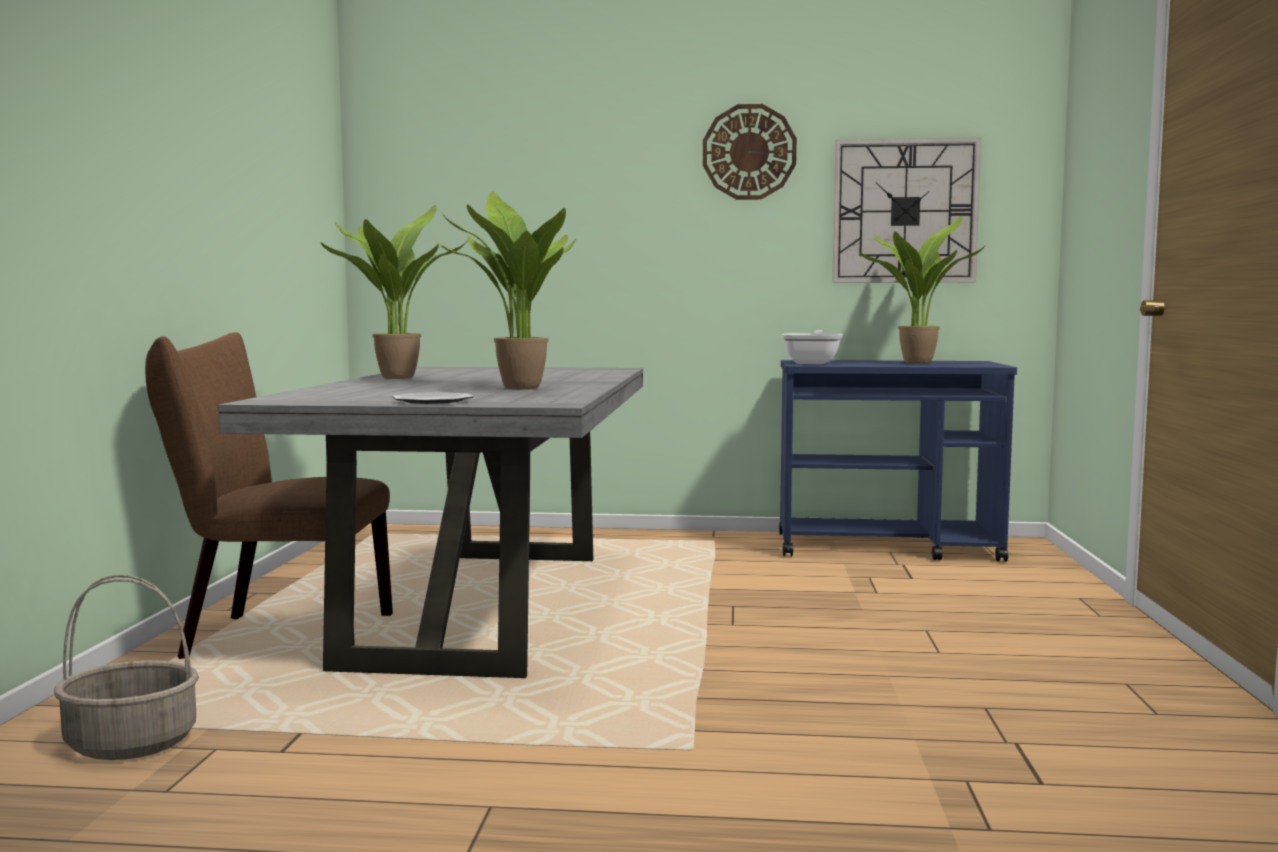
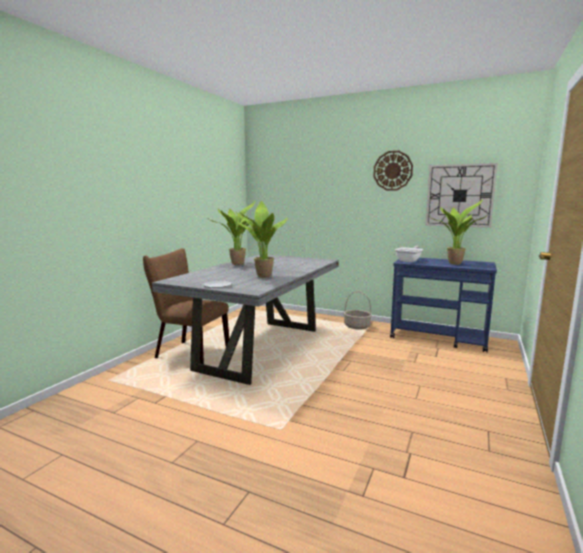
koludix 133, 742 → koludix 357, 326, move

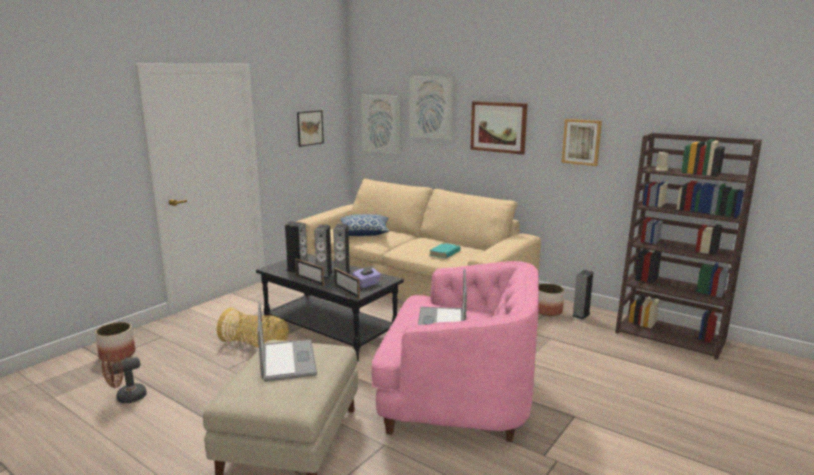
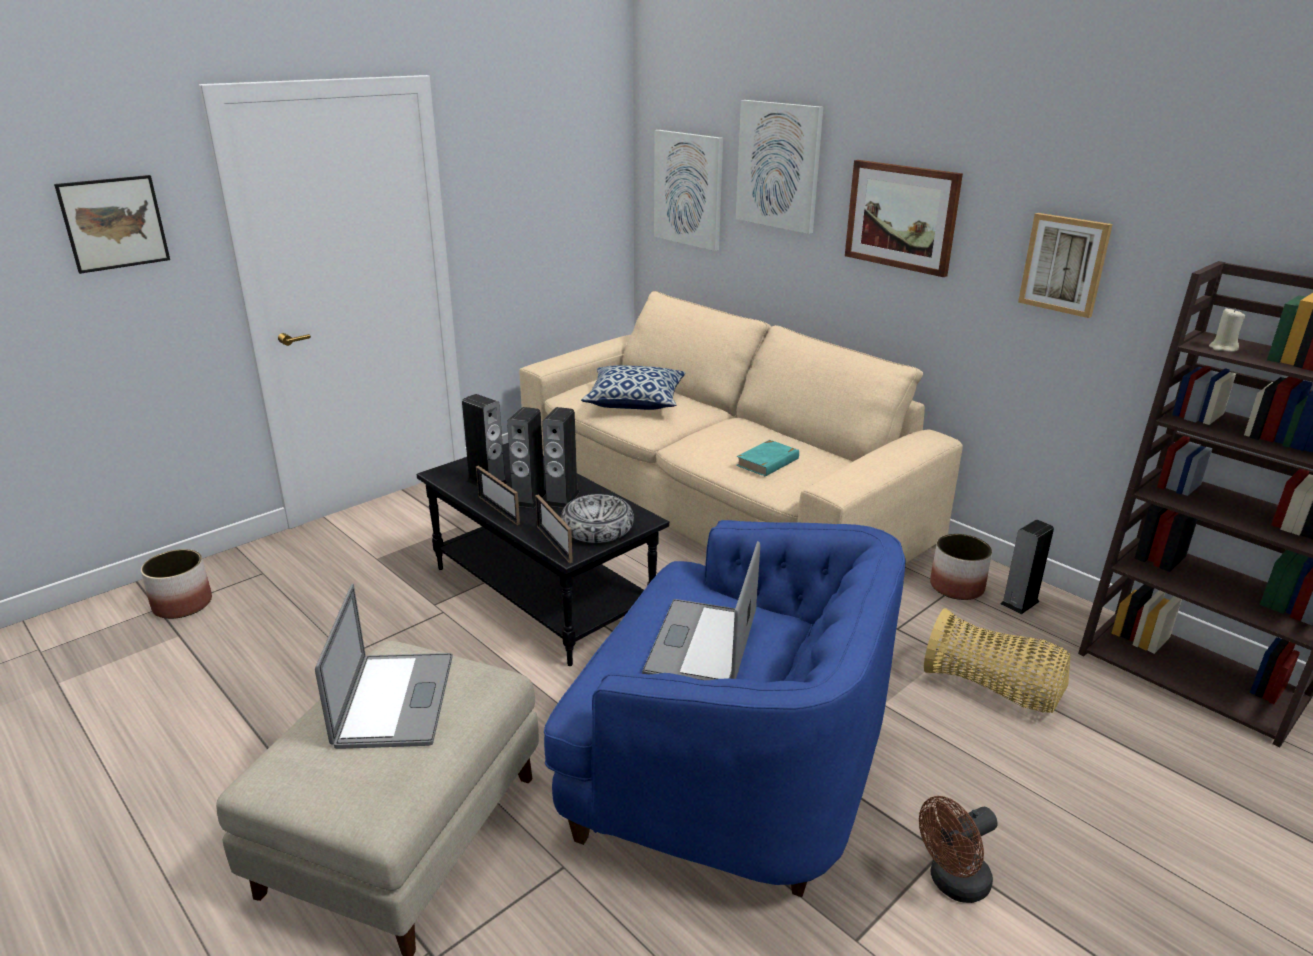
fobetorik 310, 128 → fobetorik 114, 223, move
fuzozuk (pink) 457, 396 → fuzozuk (blue) 729, 771
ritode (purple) 367, 284 → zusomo 597, 528
koludix 255, 345 → koludix 992, 689, move
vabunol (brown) 126, 398 → vabunol (brown) 952, 883, move

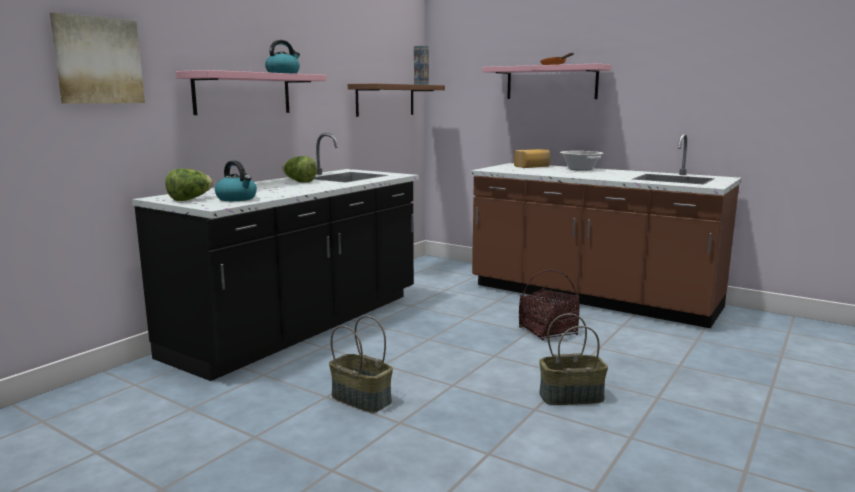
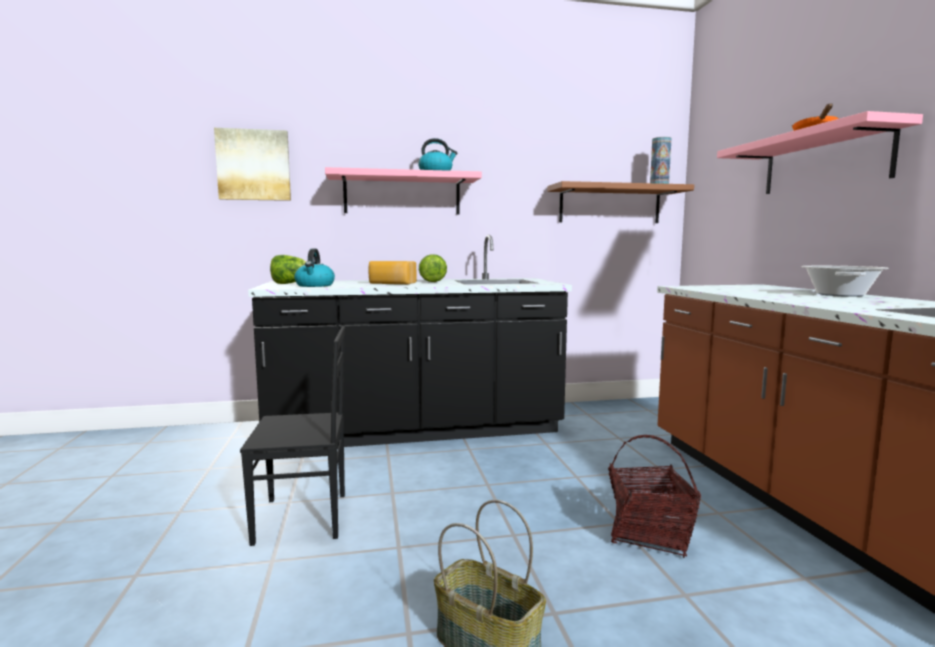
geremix 532, 167 → geremix 392, 283, move
koludix 362, 399 → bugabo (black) 303, 519

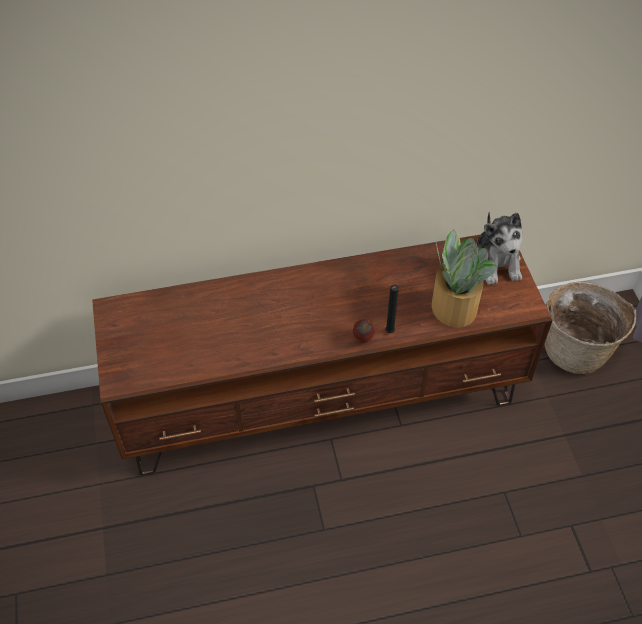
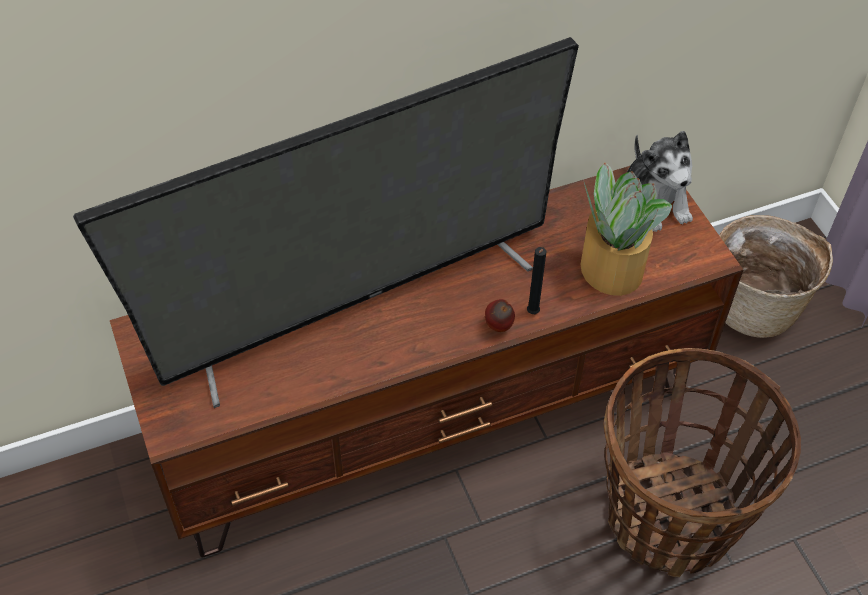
- → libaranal 359, 306
- → koludix 671, 516

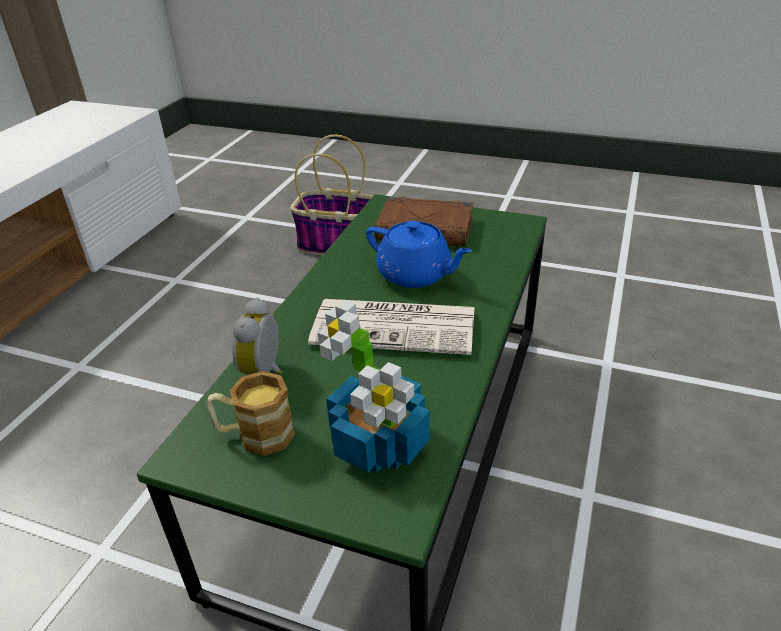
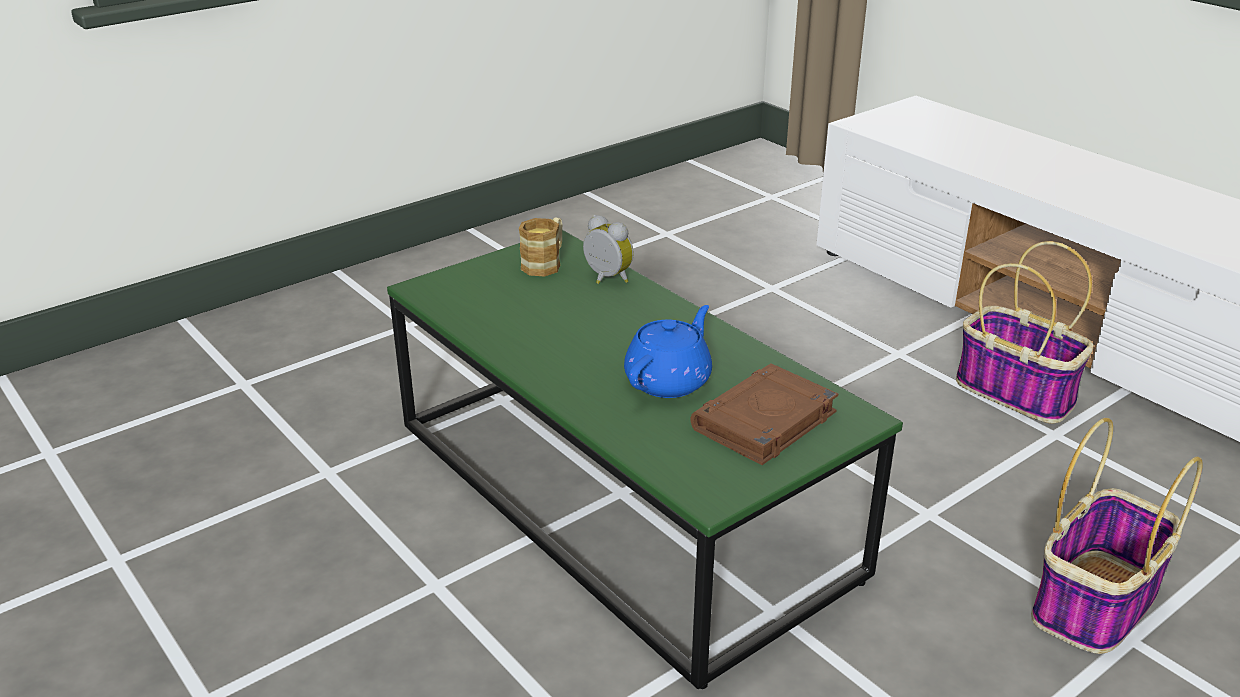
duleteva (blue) 416, 275 → duleteva (blue) 669, 380, 150 degrees clockwise
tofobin 397, 326 → -
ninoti 379, 444 → -
- → koludix 1017, 393

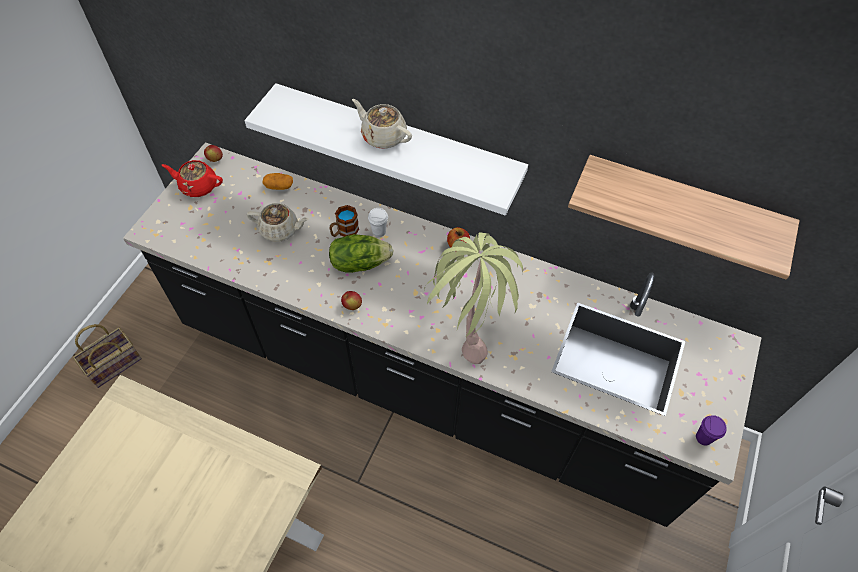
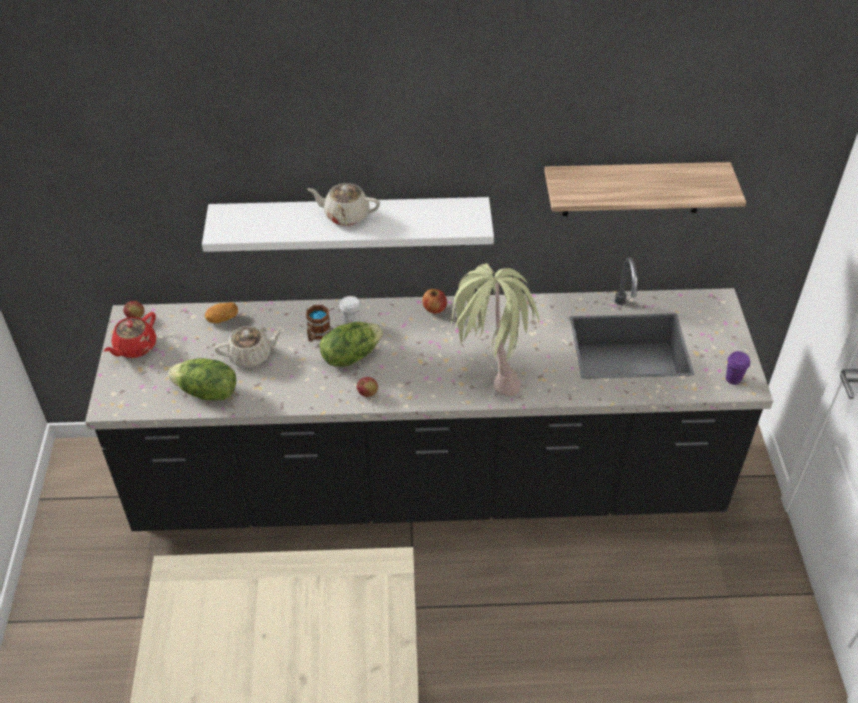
duleteva (red) 198, 186 → duleteva (red) 135, 347, 45 degrees counterclockwise
koludix 114, 363 → -
- → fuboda 207, 392

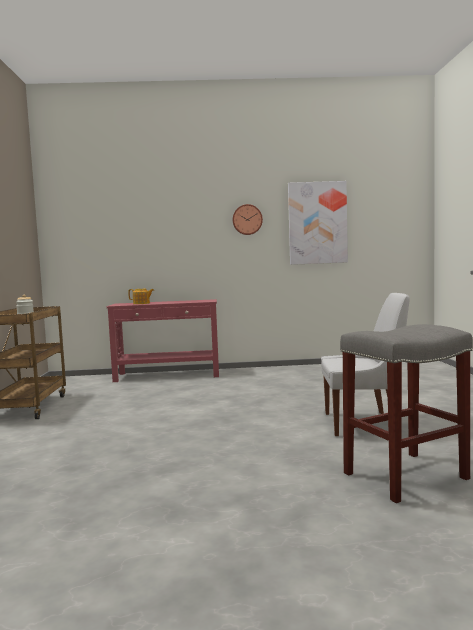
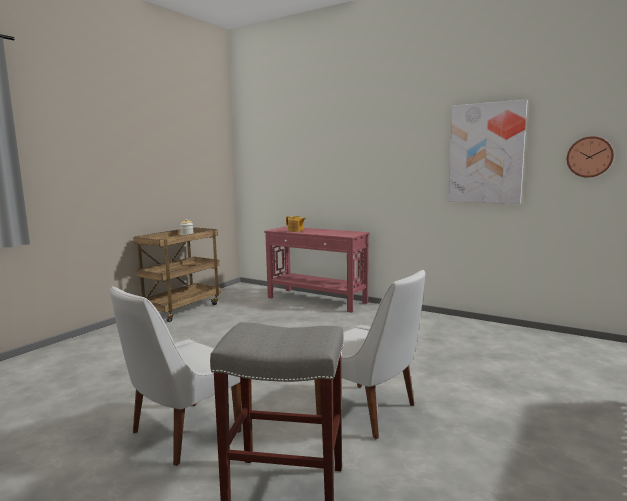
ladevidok 247, 219 → ladevidok 589, 157, move
- → bugabo (white) 182, 433

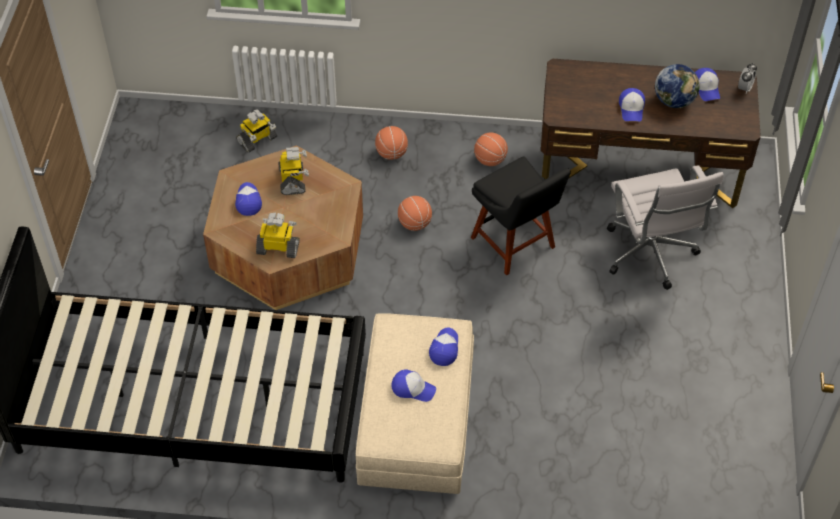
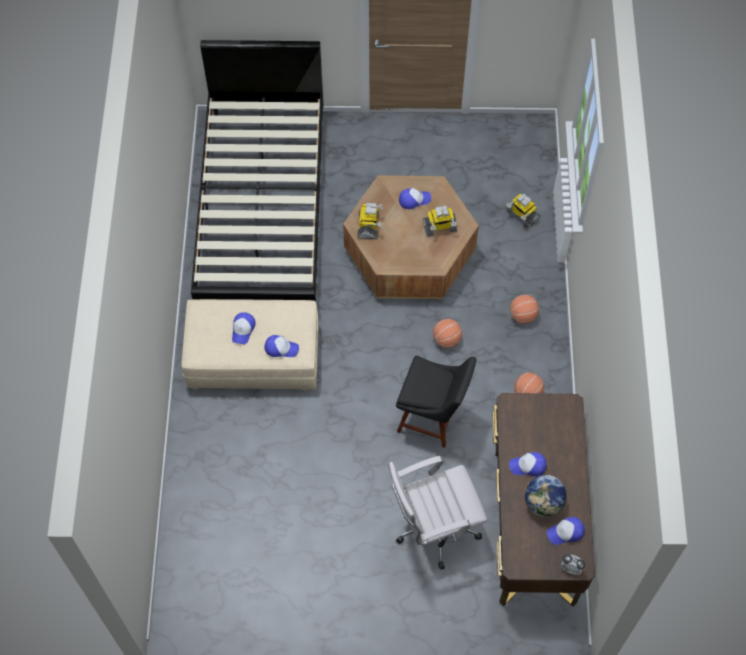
bugabo (black) 515, 245 → bugabo (black) 433, 418, 120 degrees counterclockwise

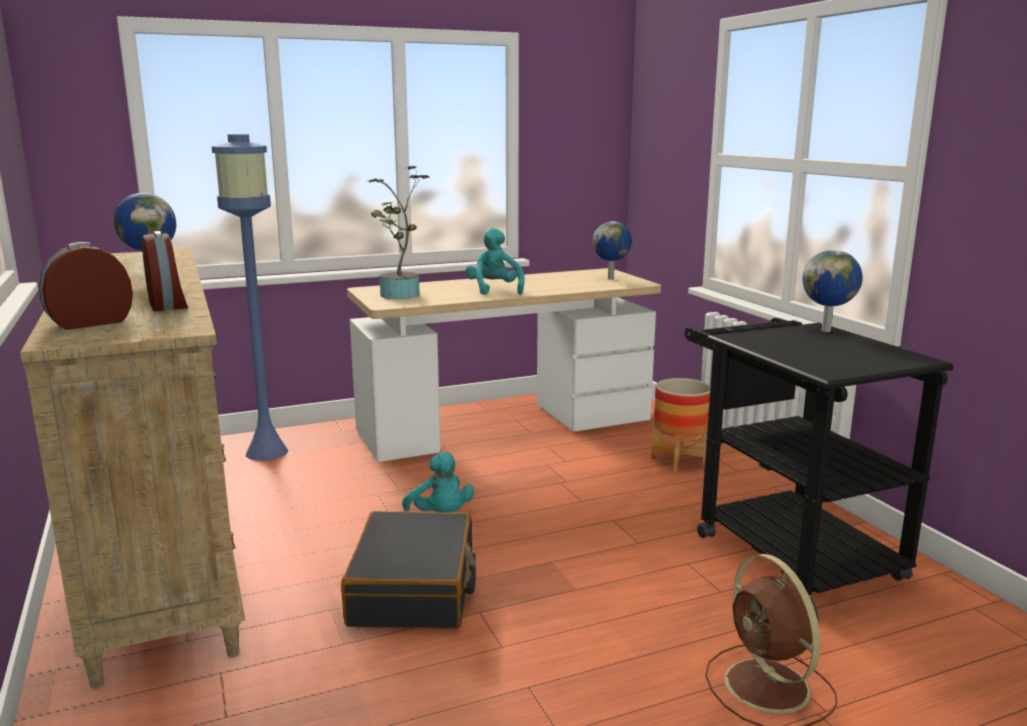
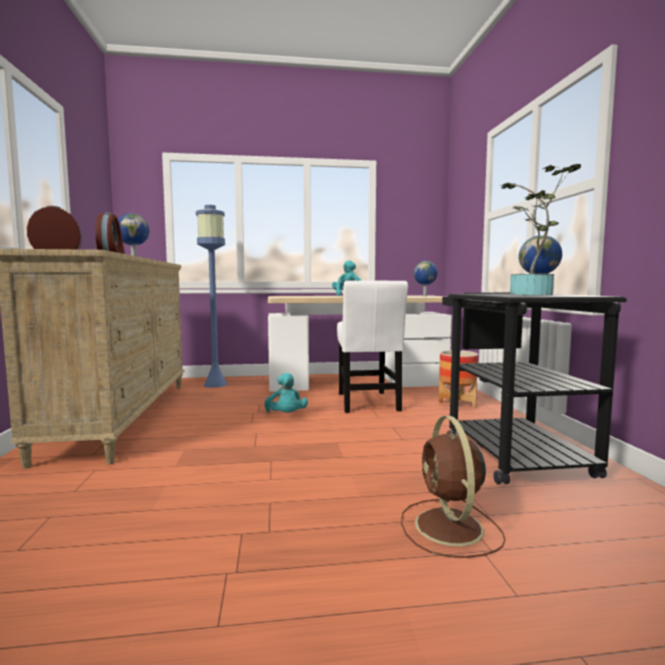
ninoti 399, 296 → ninoti 531, 294, move
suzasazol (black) 414, 589 → -
- → bugabo (white) 367, 403

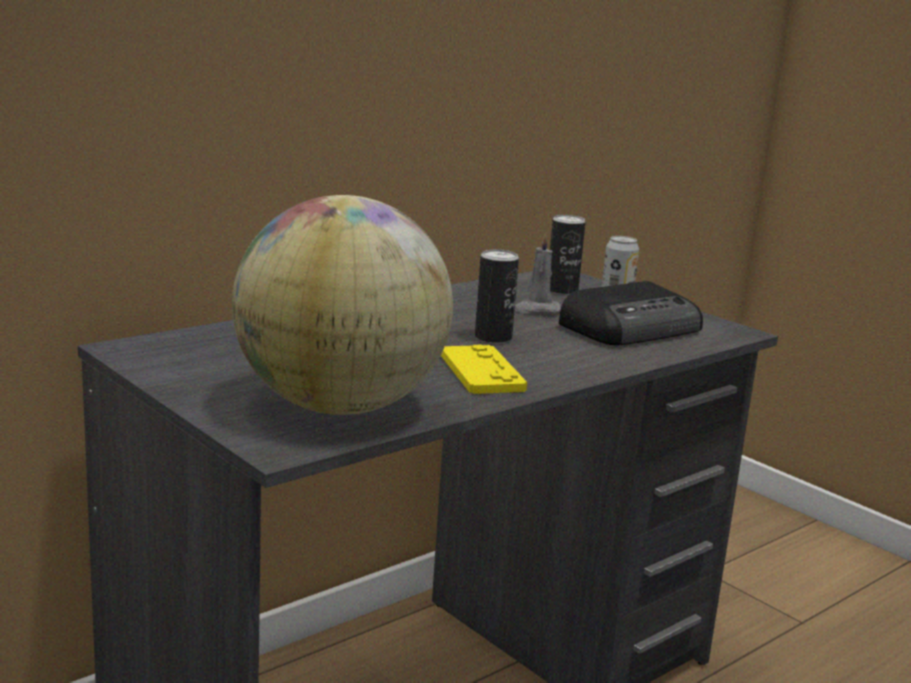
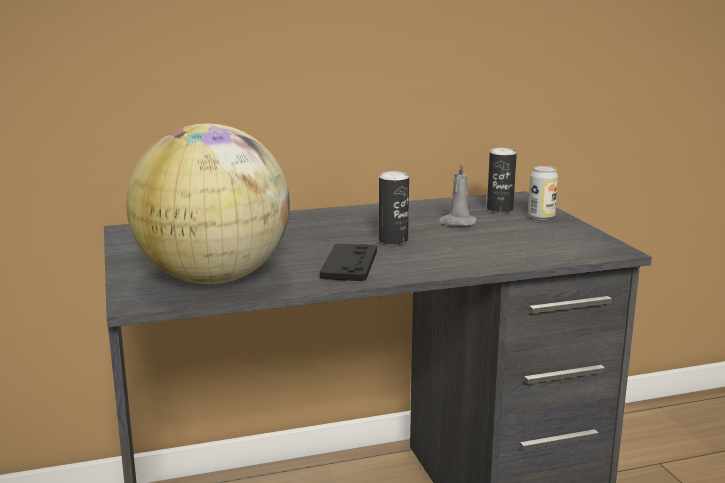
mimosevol 632, 328 → -
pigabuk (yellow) 481, 372 → pigabuk (black) 349, 264

